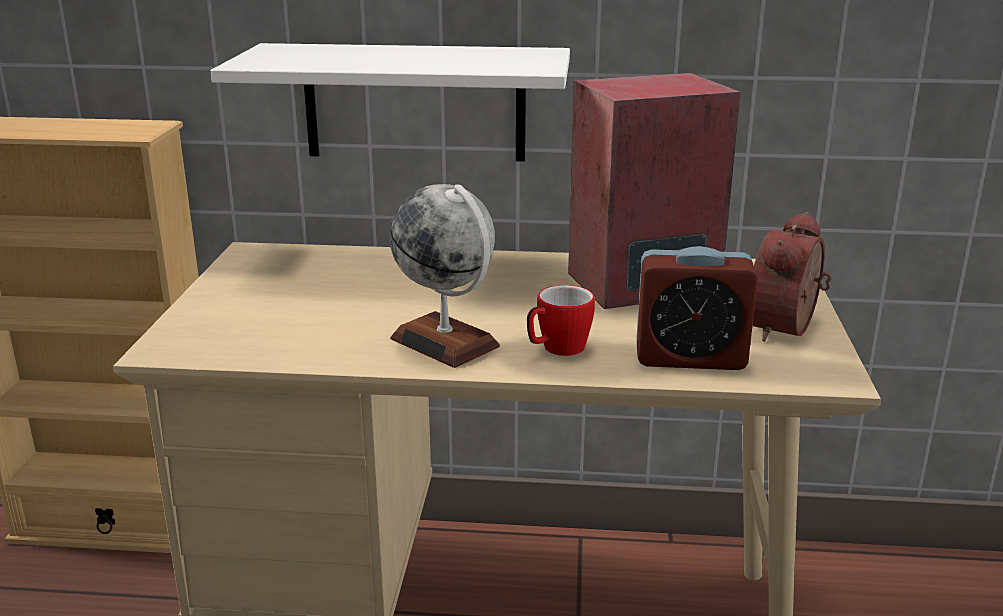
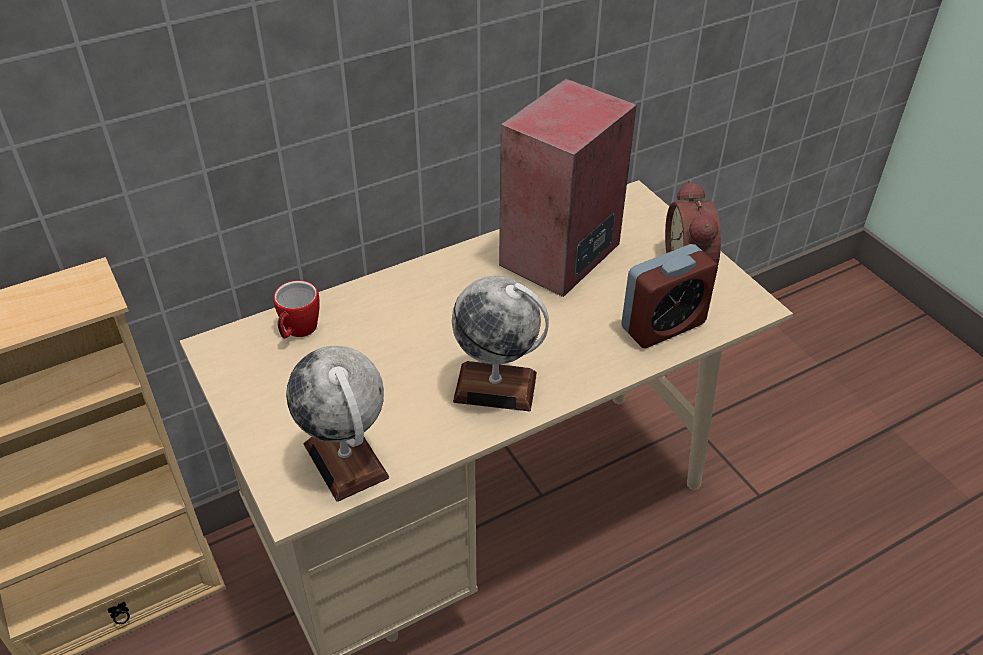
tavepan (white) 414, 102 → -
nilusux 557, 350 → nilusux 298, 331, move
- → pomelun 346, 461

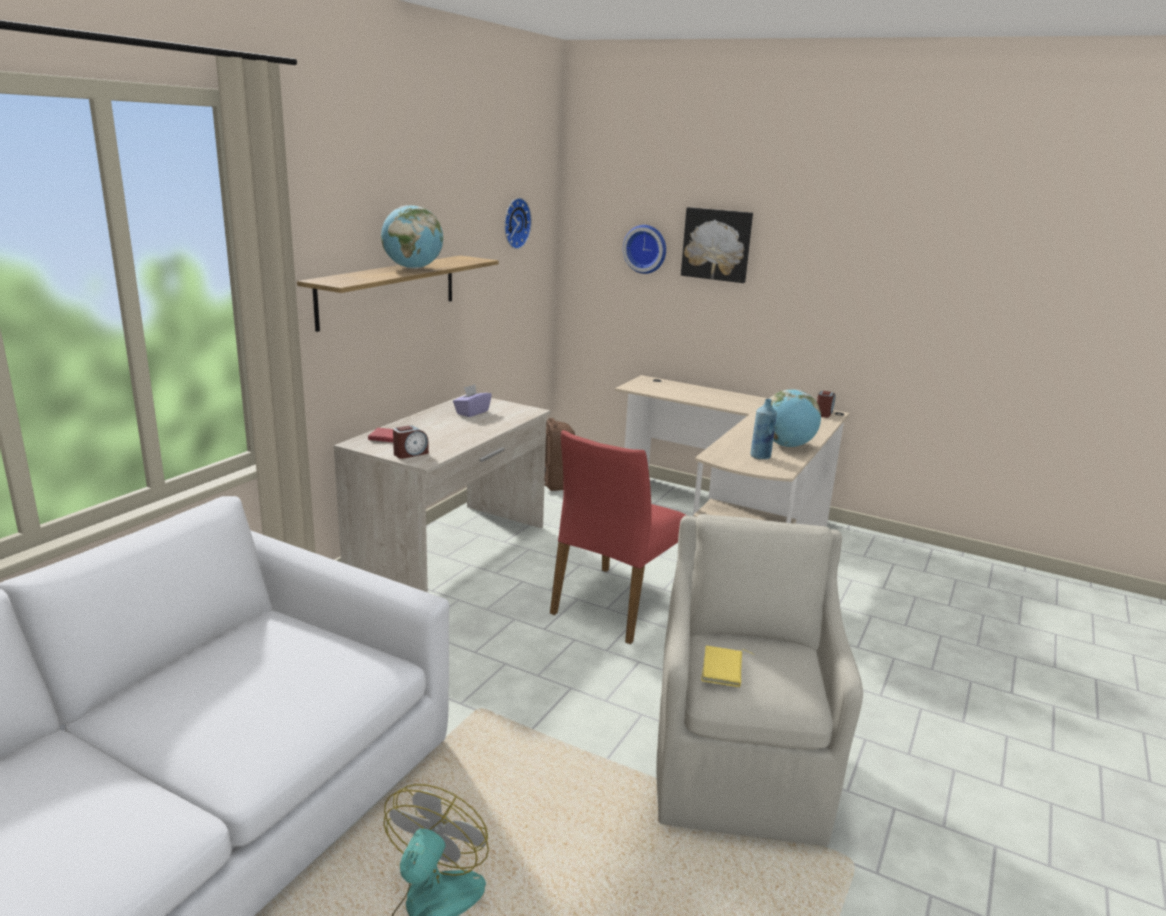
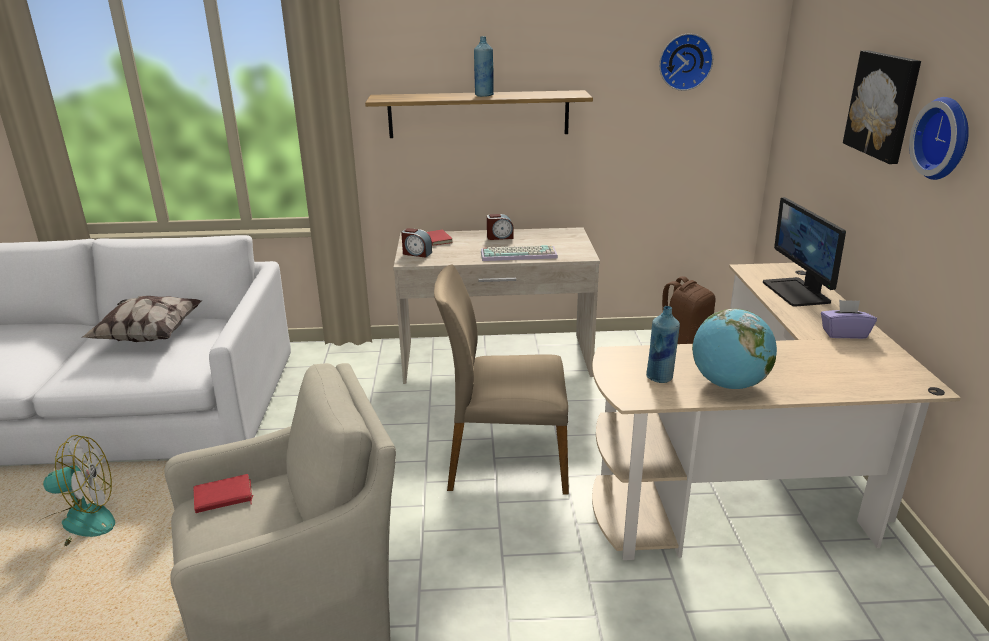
pomelun 413, 268 → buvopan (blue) 484, 95
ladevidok 646, 249 → ladevidok 945, 138, move
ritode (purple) 472, 412 → ritode (purple) 844, 333, move
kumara 824, 413 → kumara 500, 237, move
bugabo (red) 617, 605 → bugabo (beige) 505, 461
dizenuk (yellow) 724, 670 → dizenuk (red) 223, 498
- → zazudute 797, 292
- → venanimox 519, 254
- → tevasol 149, 336

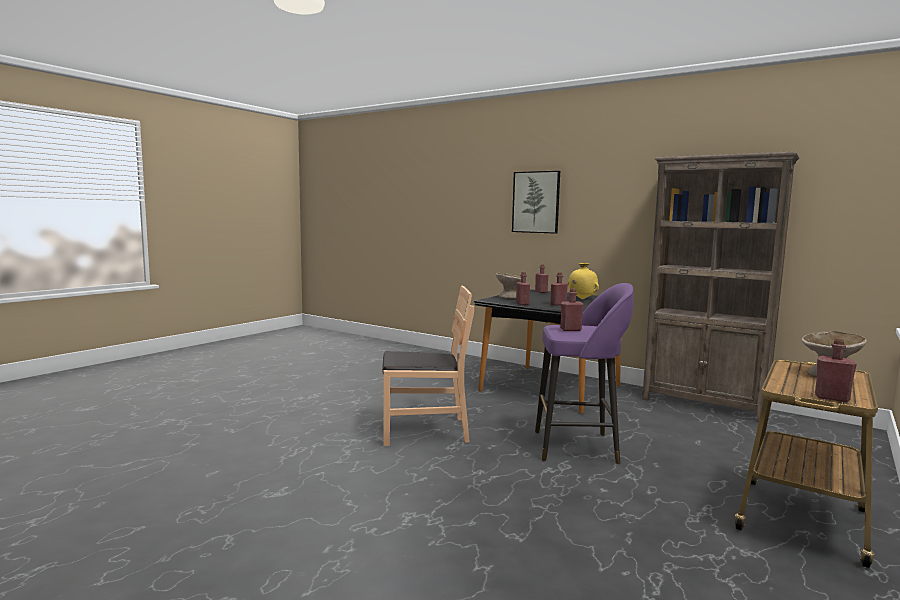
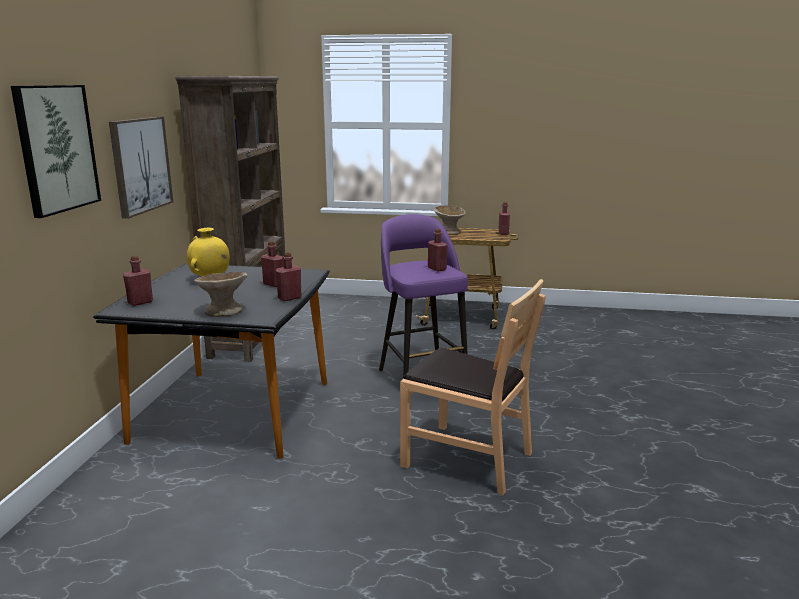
bugabo (brown) 424, 430 → bugabo (brown) 467, 458, 150 degrees clockwise
- → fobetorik 140, 165

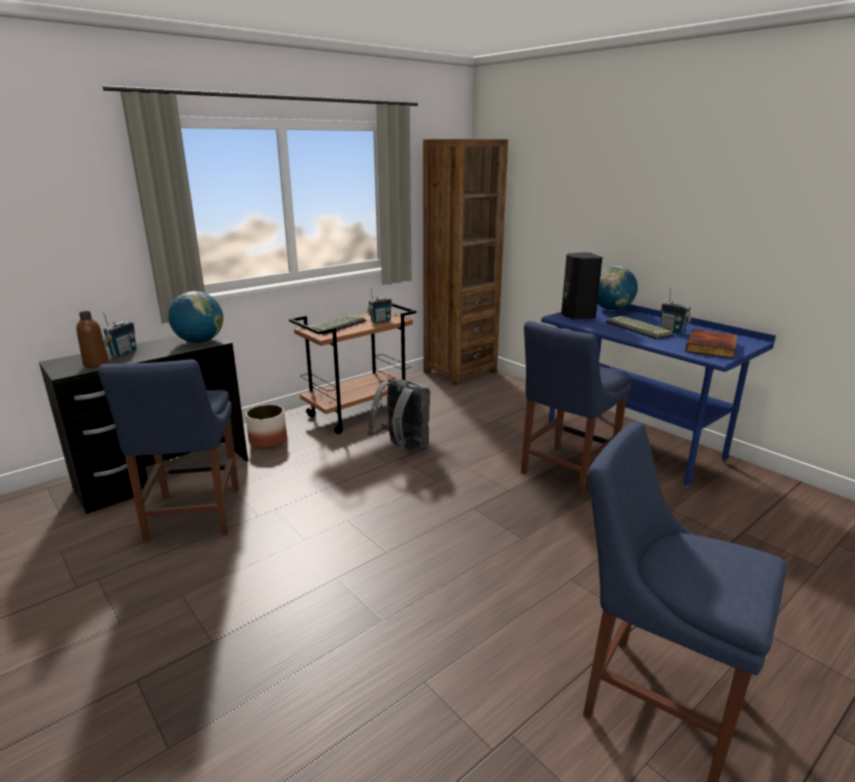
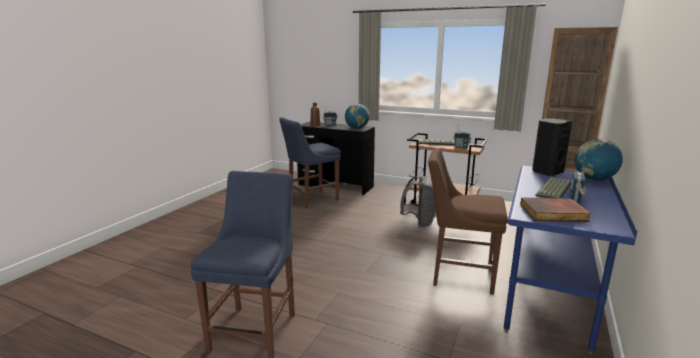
bugabo (blue) 565, 472 → bugabo (brown) 459, 275
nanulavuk 268, 441 → -

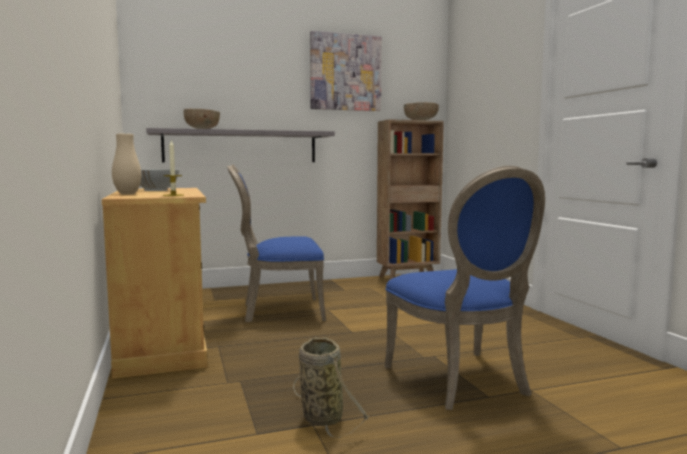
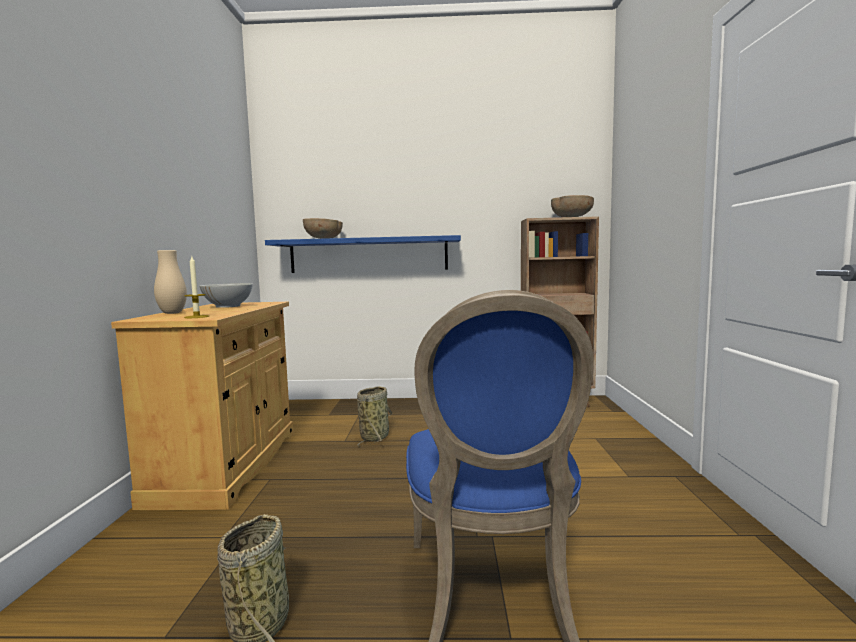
fobetorik 345, 72 → -
tavepan (grey) 241, 147 → tavepan (blue) 368, 255
bugabo (blue) 279, 311 → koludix 375, 436

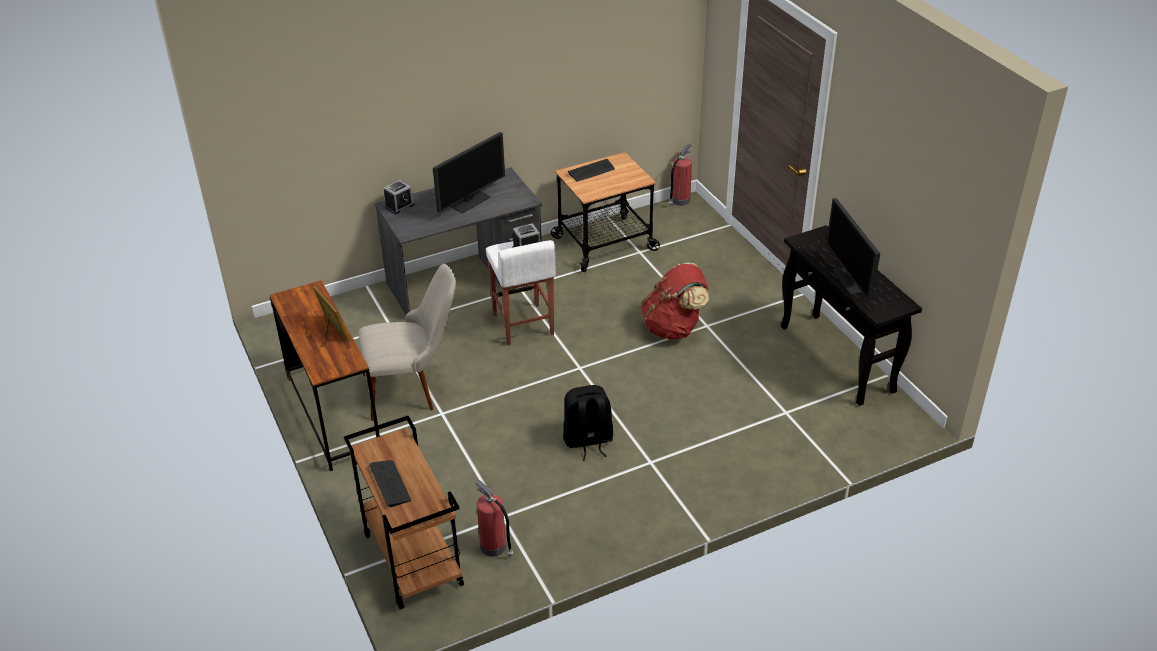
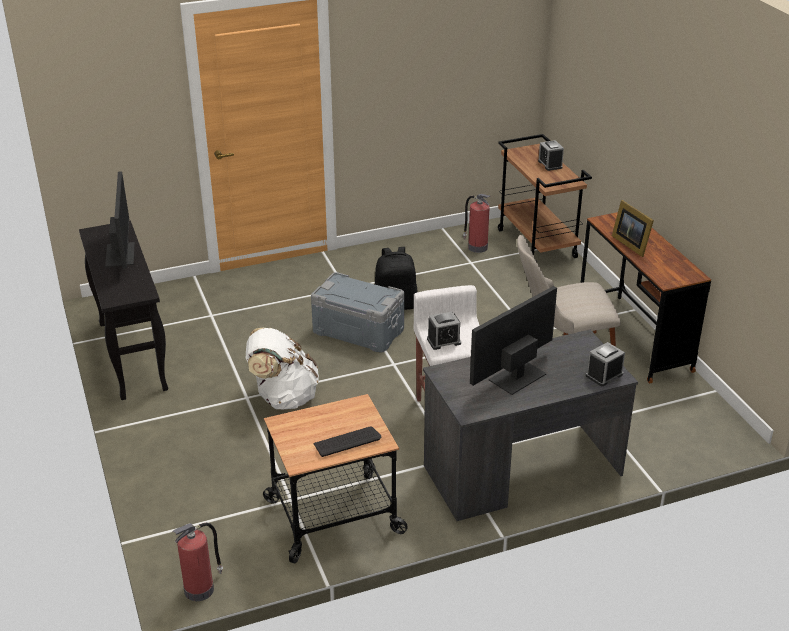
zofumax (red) 674, 328 → zofumax (white) 283, 397
venanimox 390, 484 → kumara 550, 164
- → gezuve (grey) 358, 330

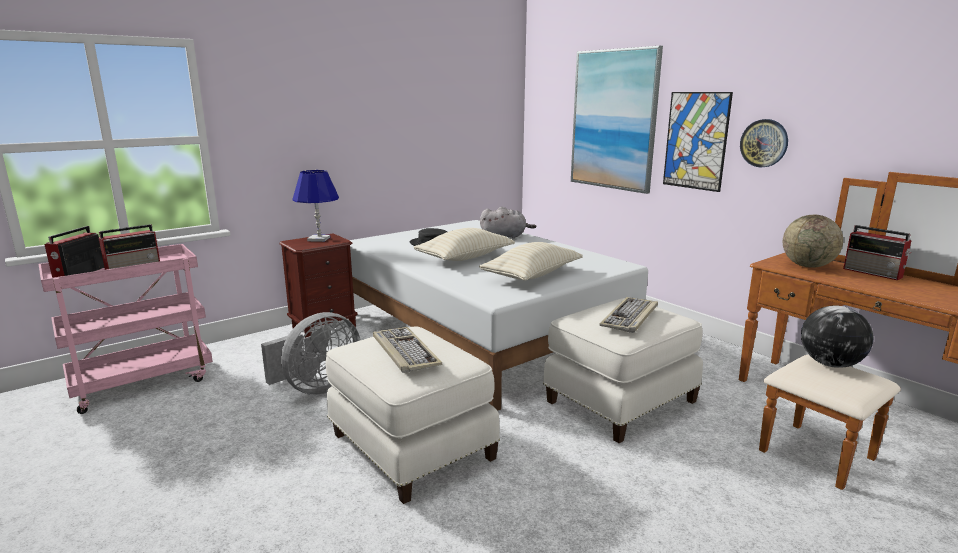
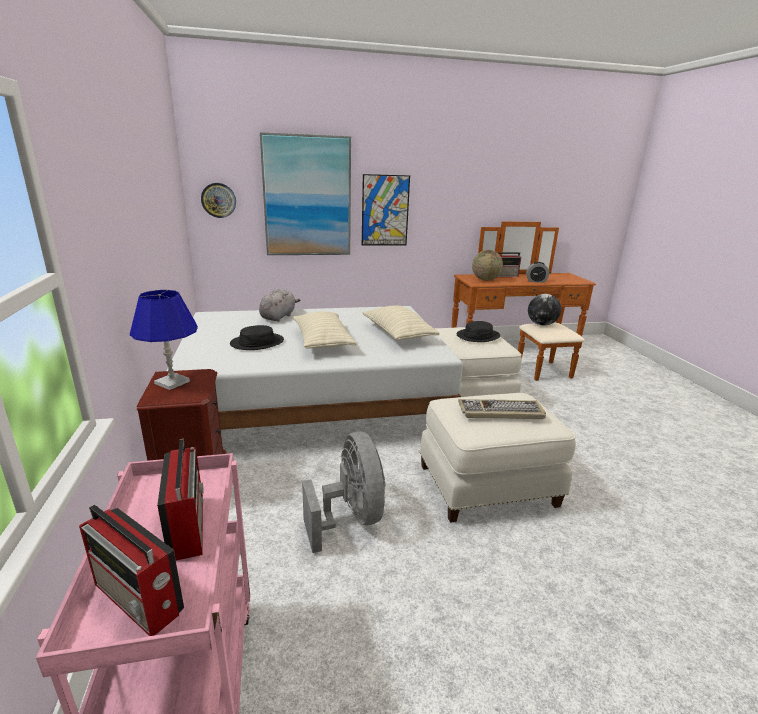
ladevidok 764, 143 → ladevidok 218, 200, move
venanimox 630, 317 → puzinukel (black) 478, 336
- → kumara 536, 281

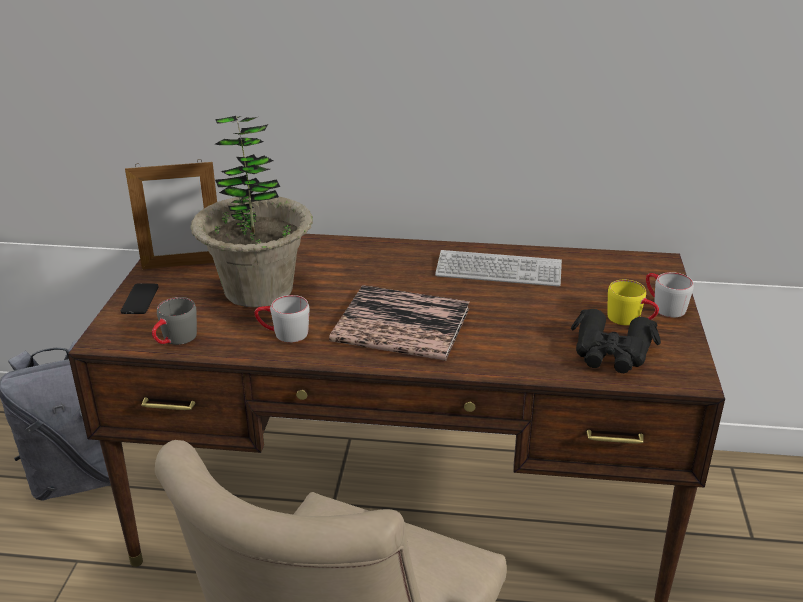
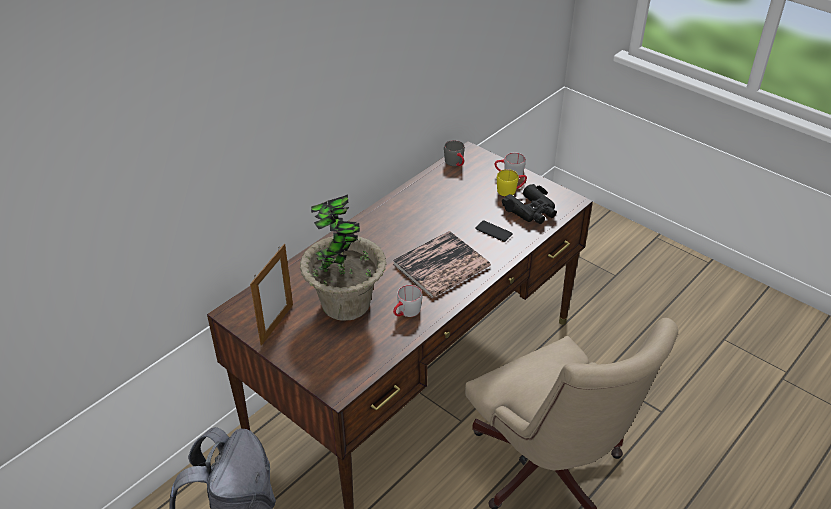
venanimox 498, 271 → -
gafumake 140, 299 → gafumake 493, 231, move
nilusux (grey) 175, 340 → nilusux (grey) 456, 163, move

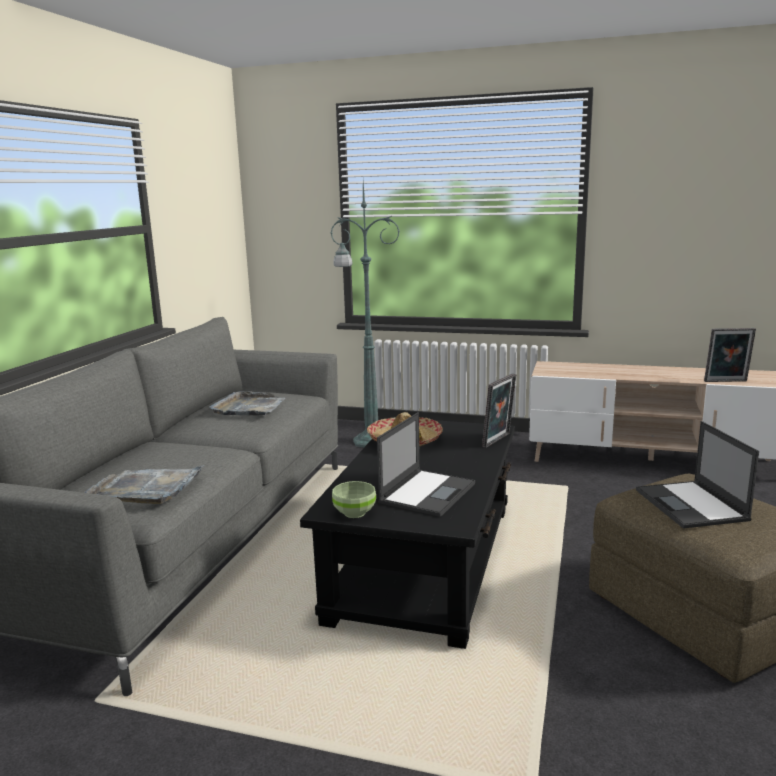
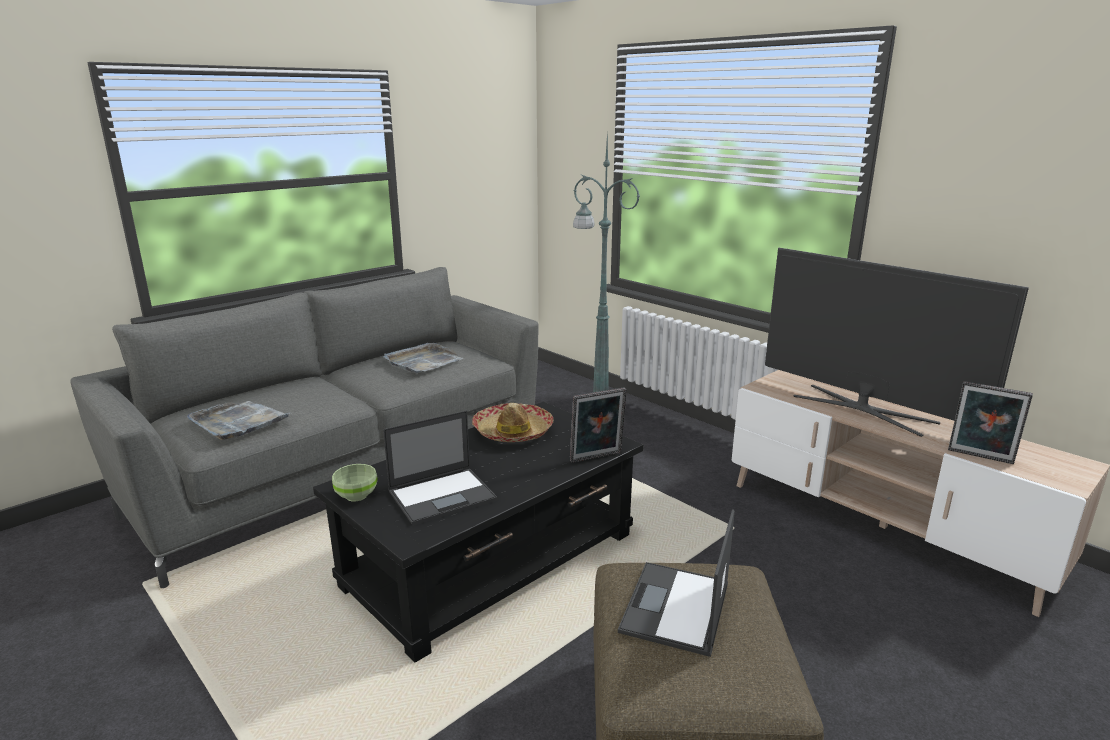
- → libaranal 863, 409

